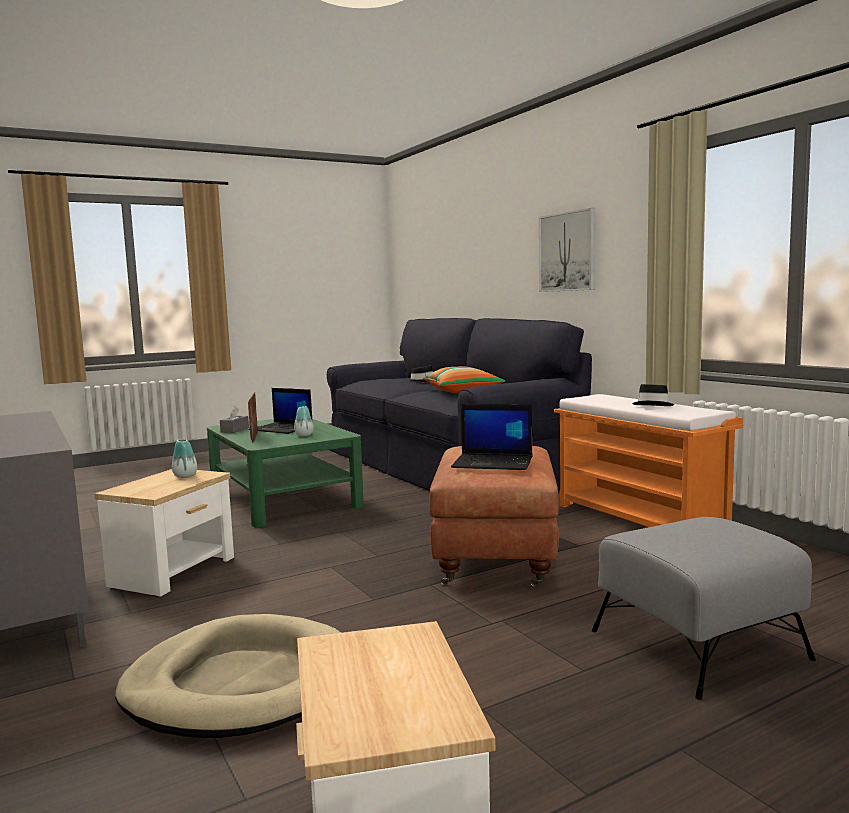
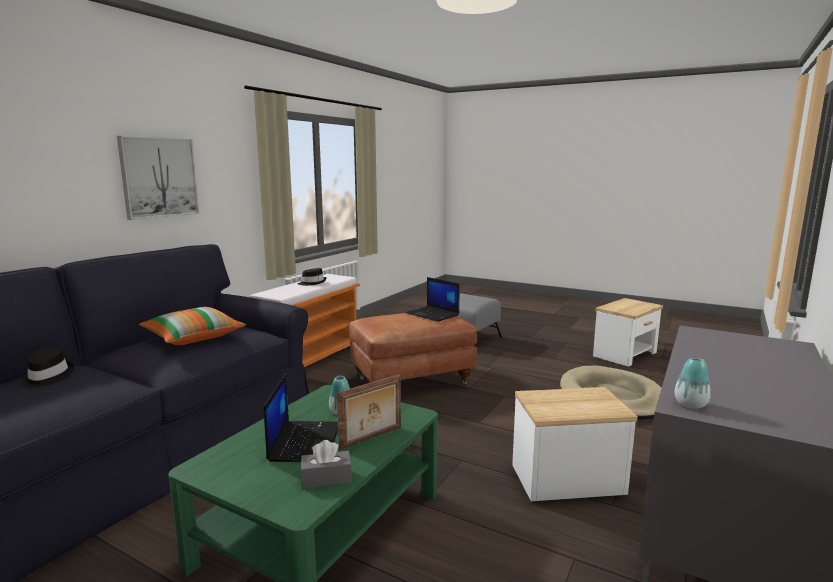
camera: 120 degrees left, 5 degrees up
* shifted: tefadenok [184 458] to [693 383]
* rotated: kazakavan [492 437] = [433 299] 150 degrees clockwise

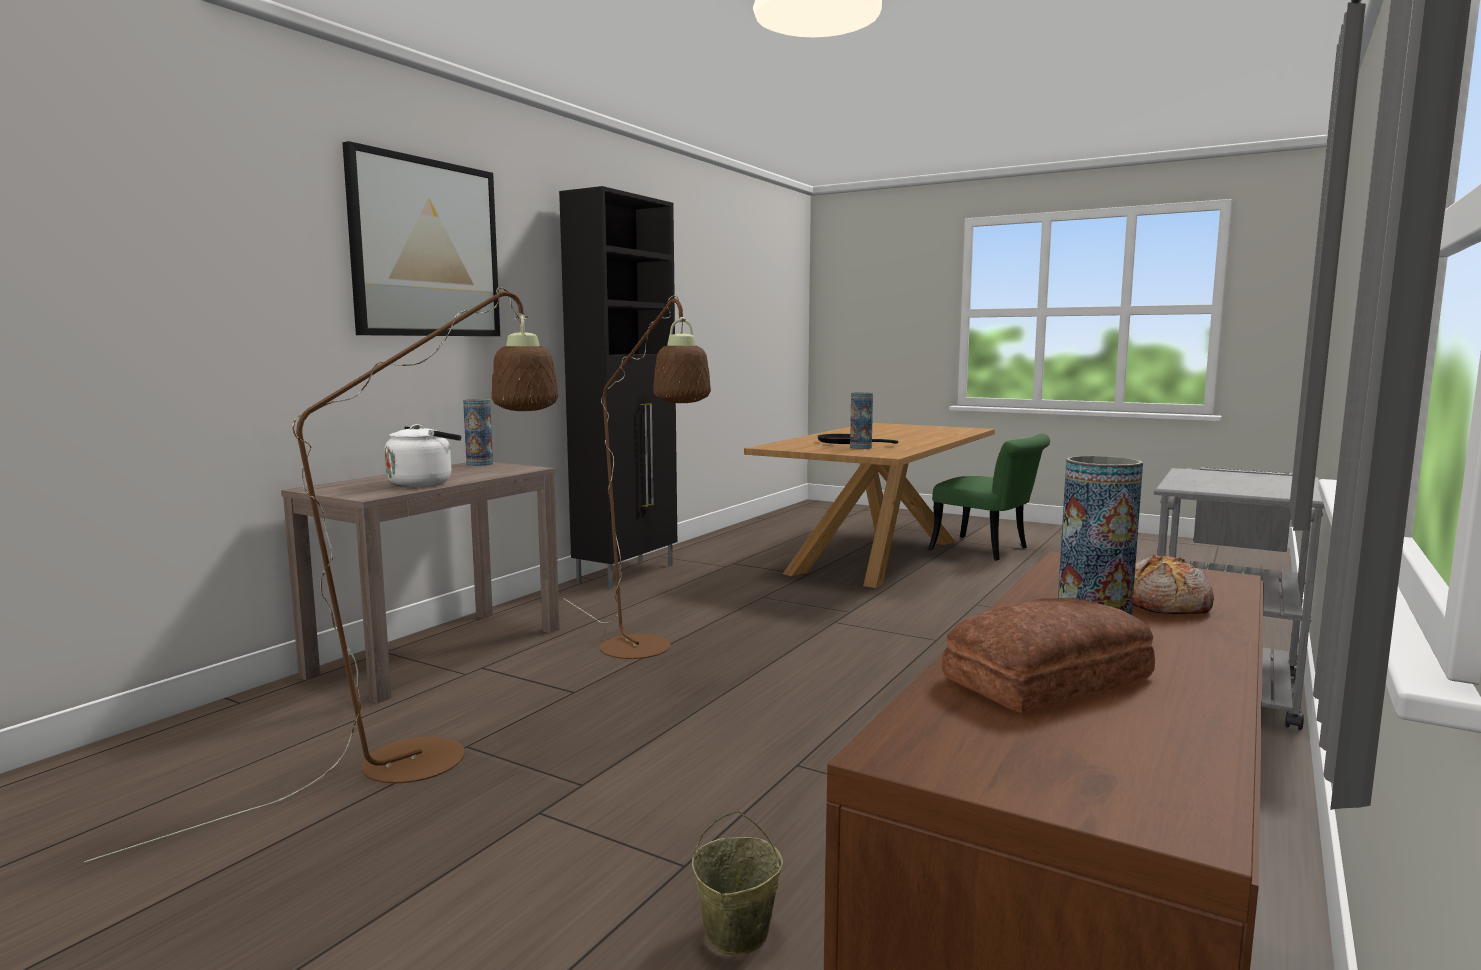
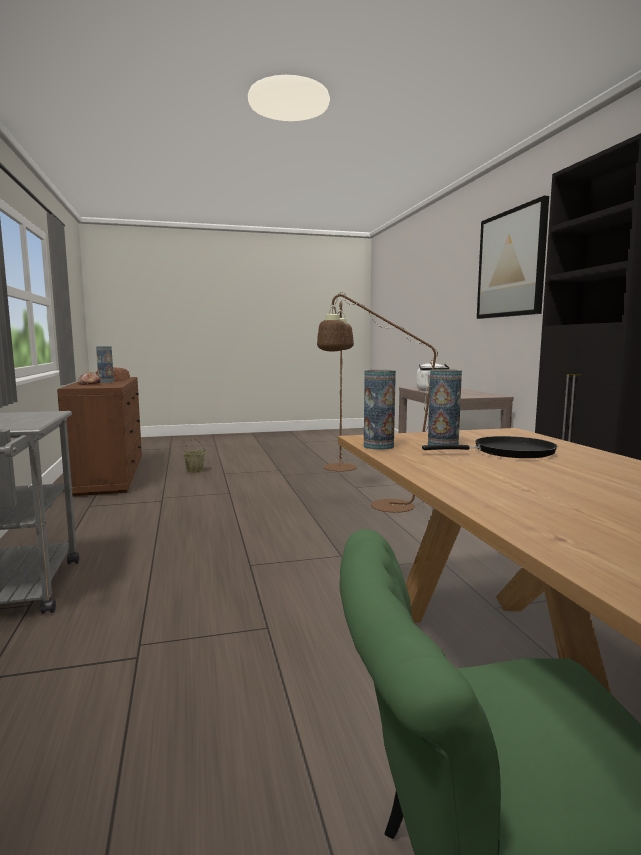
camera: 135 degrees right, 0 degrees up
* shifted: tefadenok [478 432] to [380 410]

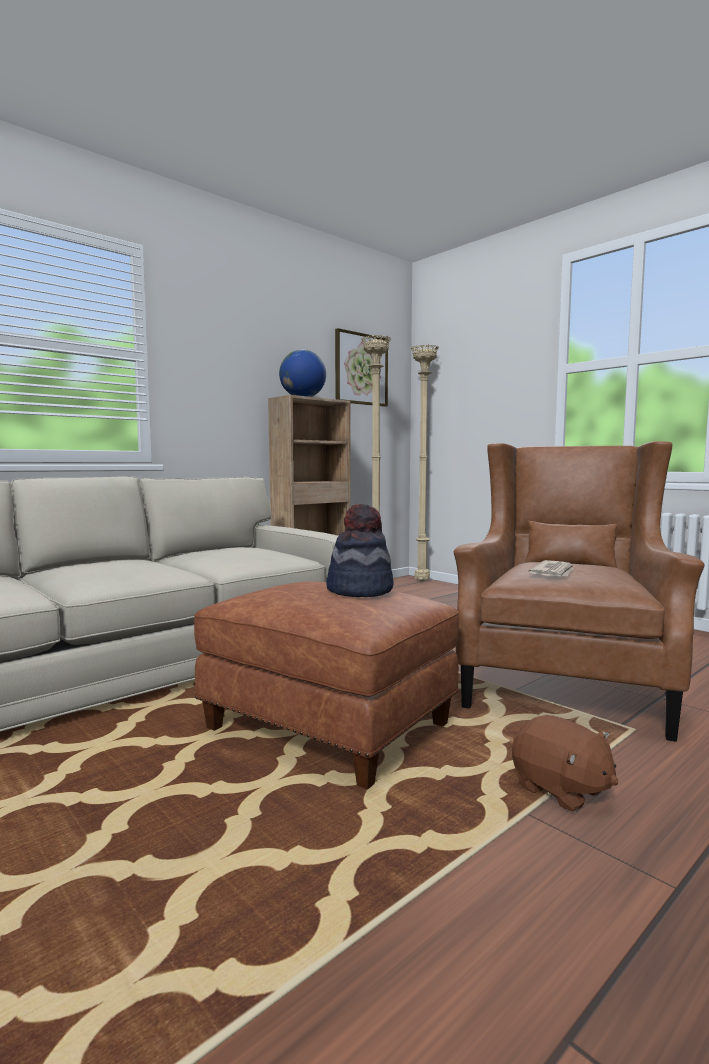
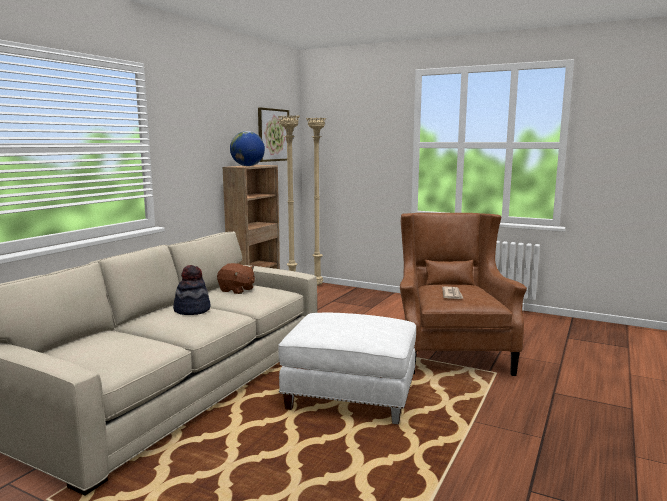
camera: 20 degrees left, 5 degrees up
* shifted: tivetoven [360 550] to [192 290]
* shifted: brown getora [565 763] to [236 278]
* repainted: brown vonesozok [326 685] to white vonesozok [347 368]

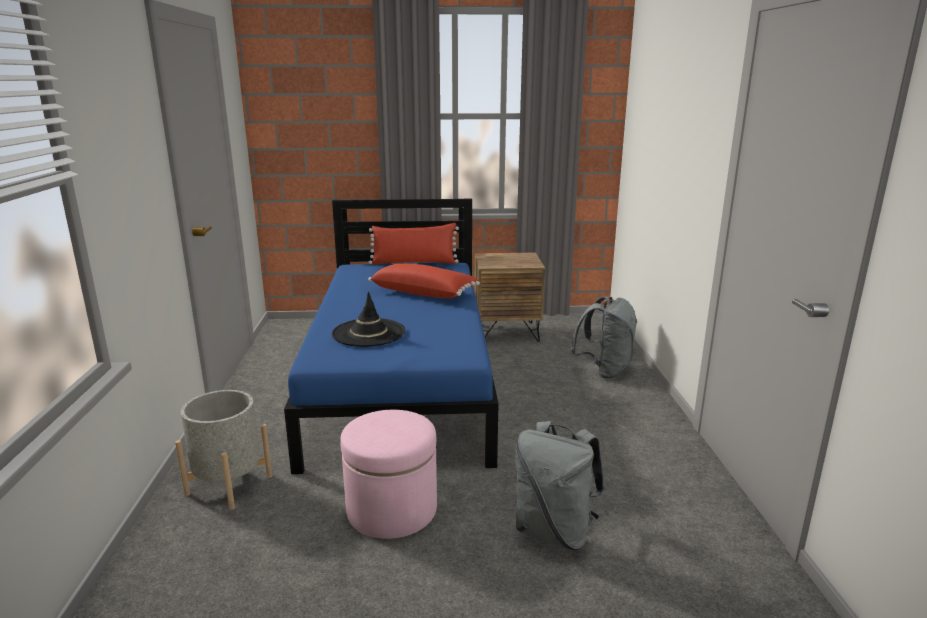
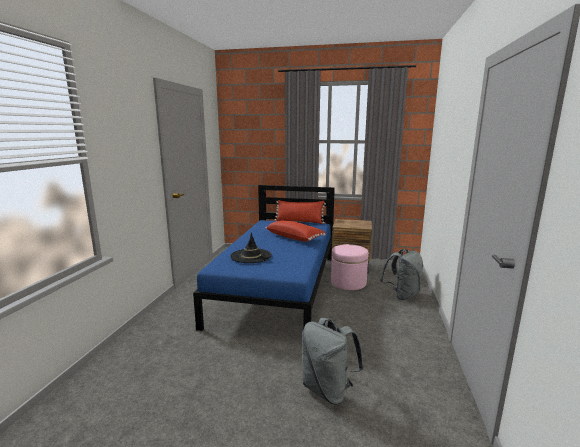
camera: 15 degrees right, 5 degrees down
* gone: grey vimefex [223 450]
* shifted: pink vonesozok [388 474] to [350 267]

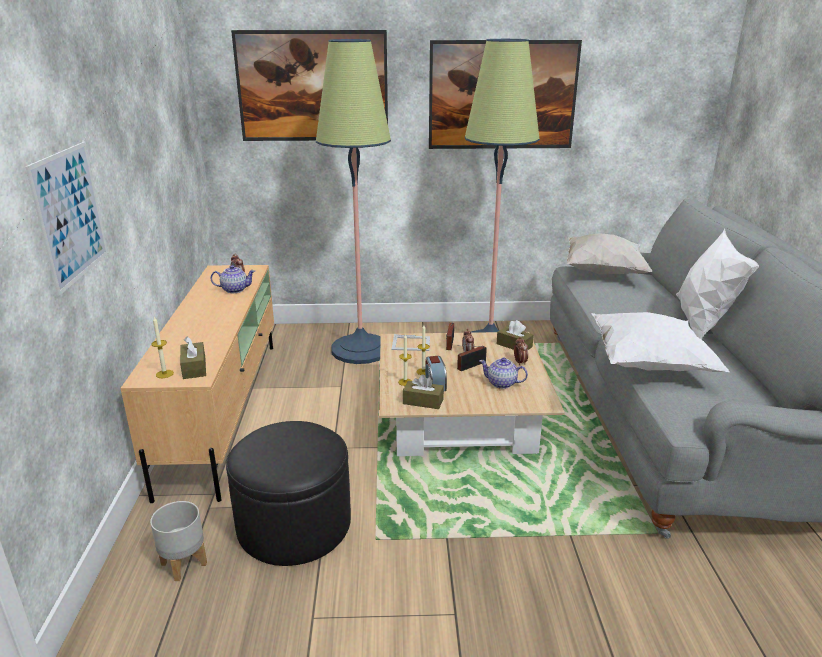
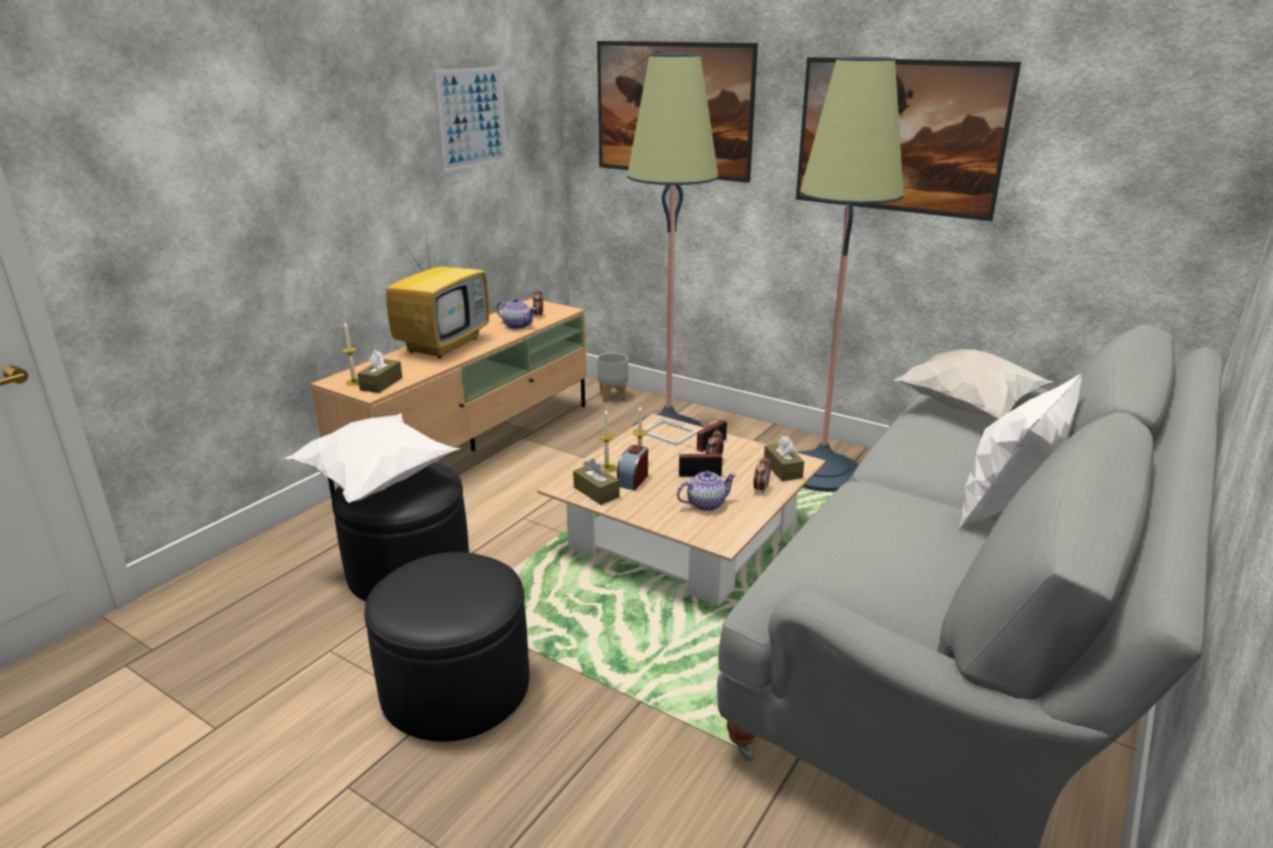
camera: 35 degrees right, 0 degrees up
* new: black vonesozok [446 647]
* new: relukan [437 292]
* shifted: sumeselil [66 219] to [470 119]
* shifted: grey vimefex [178 541] to [612 377]
* shifted: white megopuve [660 342] to [372 458]
* rotated: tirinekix [503 373] = [707 491] 105 degrees clockwise

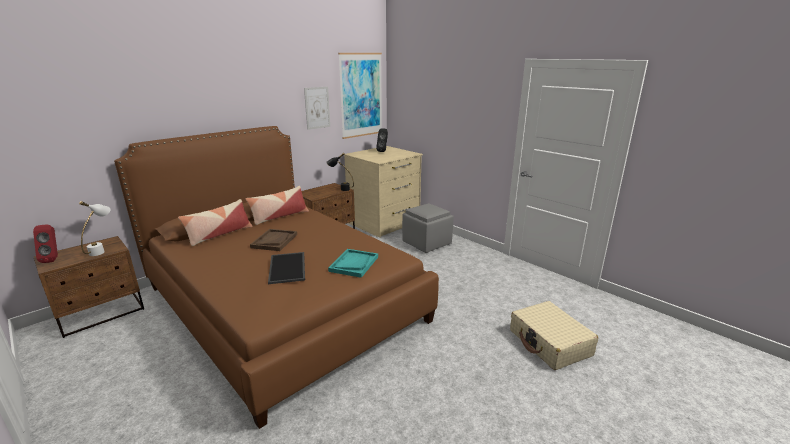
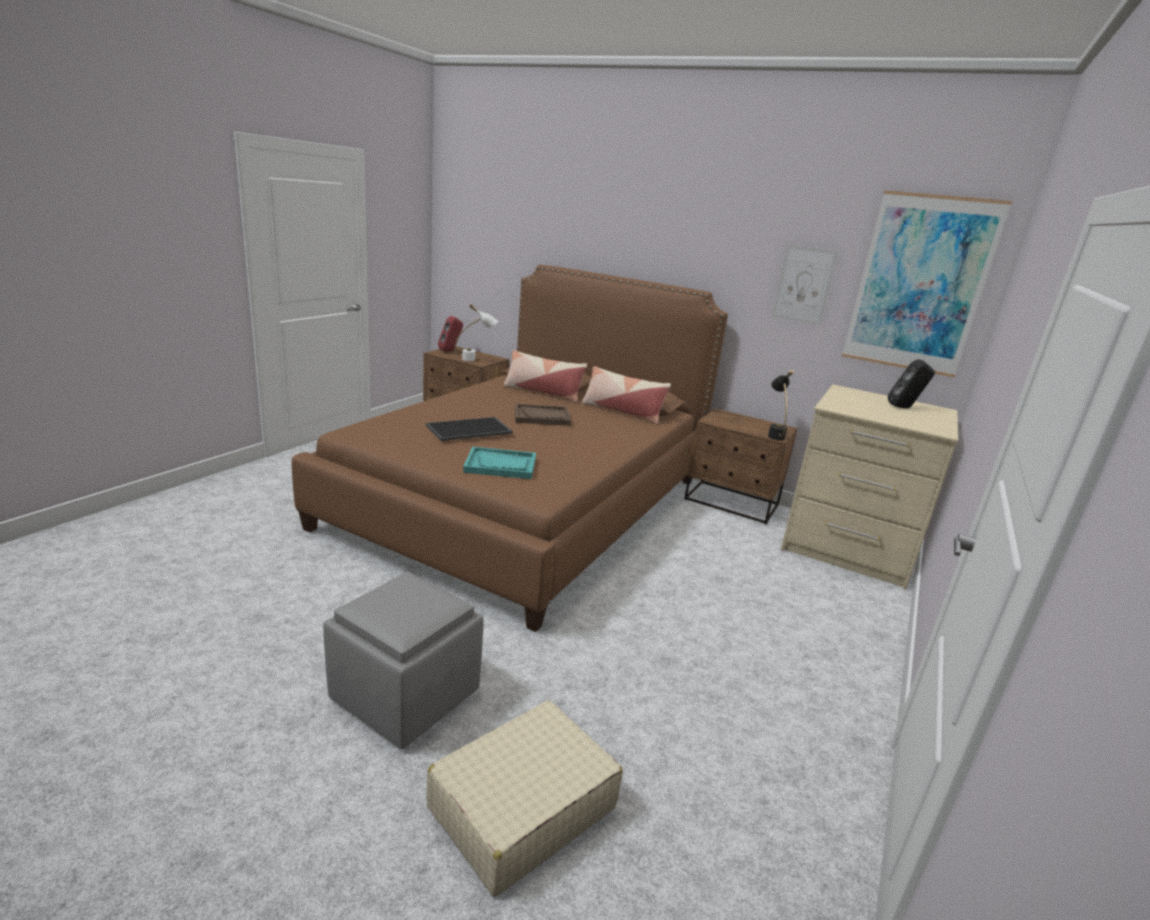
camera: 70 degrees right, 0 degrees up
* shifted: grey vonesozok [428 228] to [403 660]

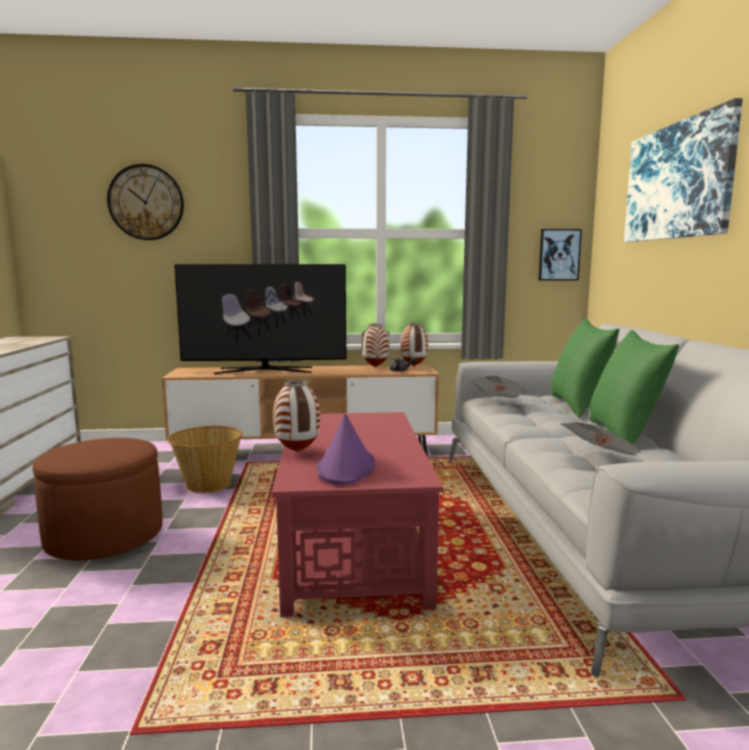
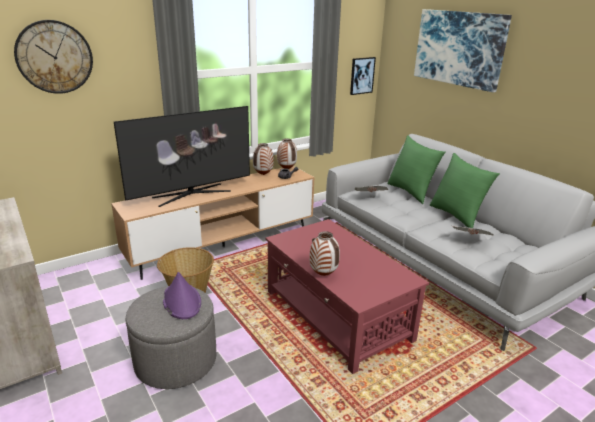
camera: 30 degrees left, 15 degrees up
* shifted: purple tivetoven [345 449] to [182 295]
* repainted: brown vonesozok [98 499] to grey vonesozok [171 337]

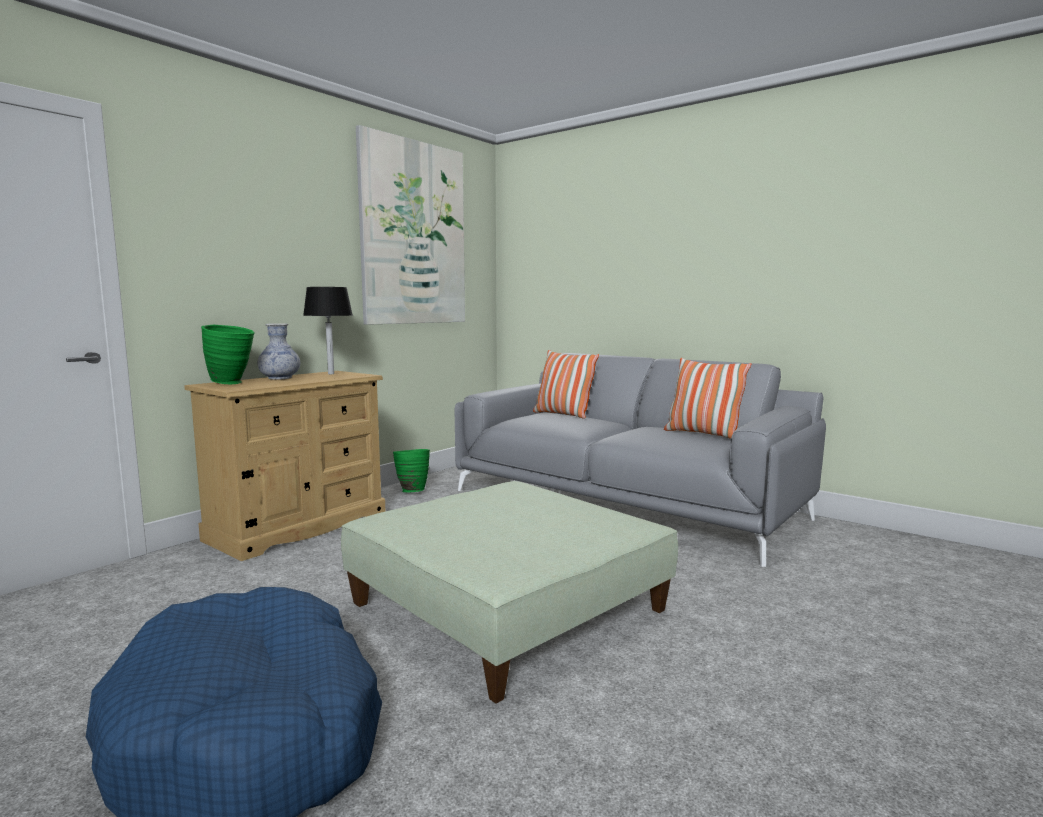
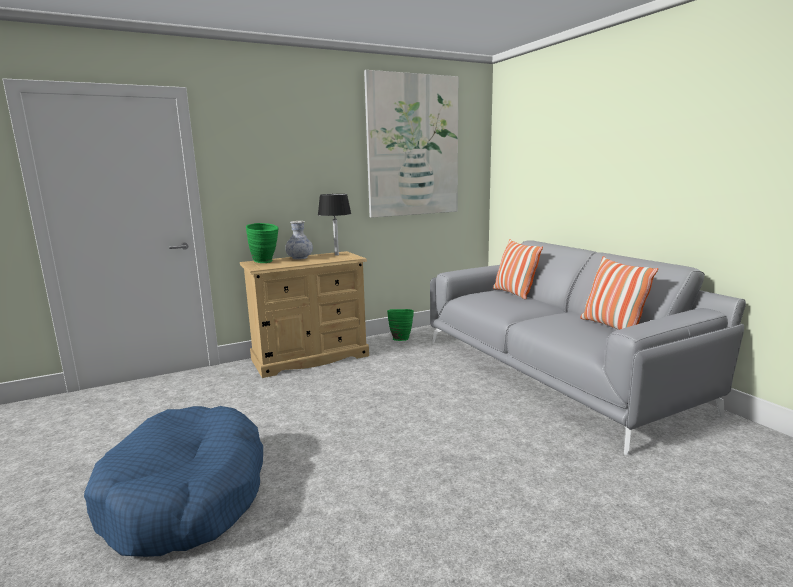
camera: 25 degrees right, 5 degrees up
* gone: green vonesozok [509 592]

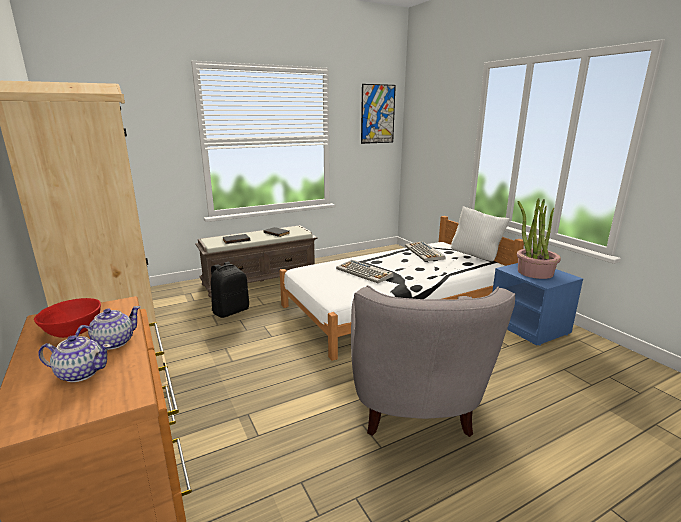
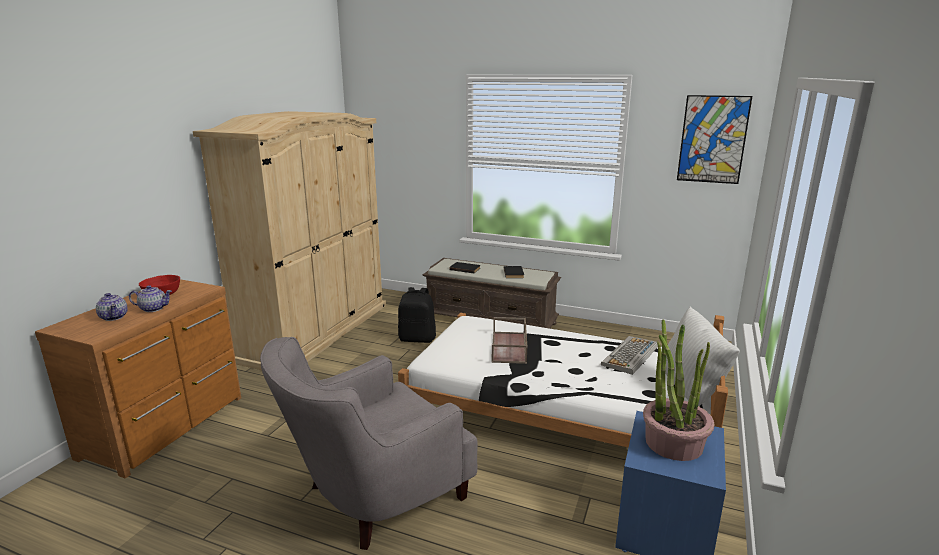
camera: 50 degrees right, 0 degrees up
* swapped: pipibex [365 271] to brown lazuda [509 340]

